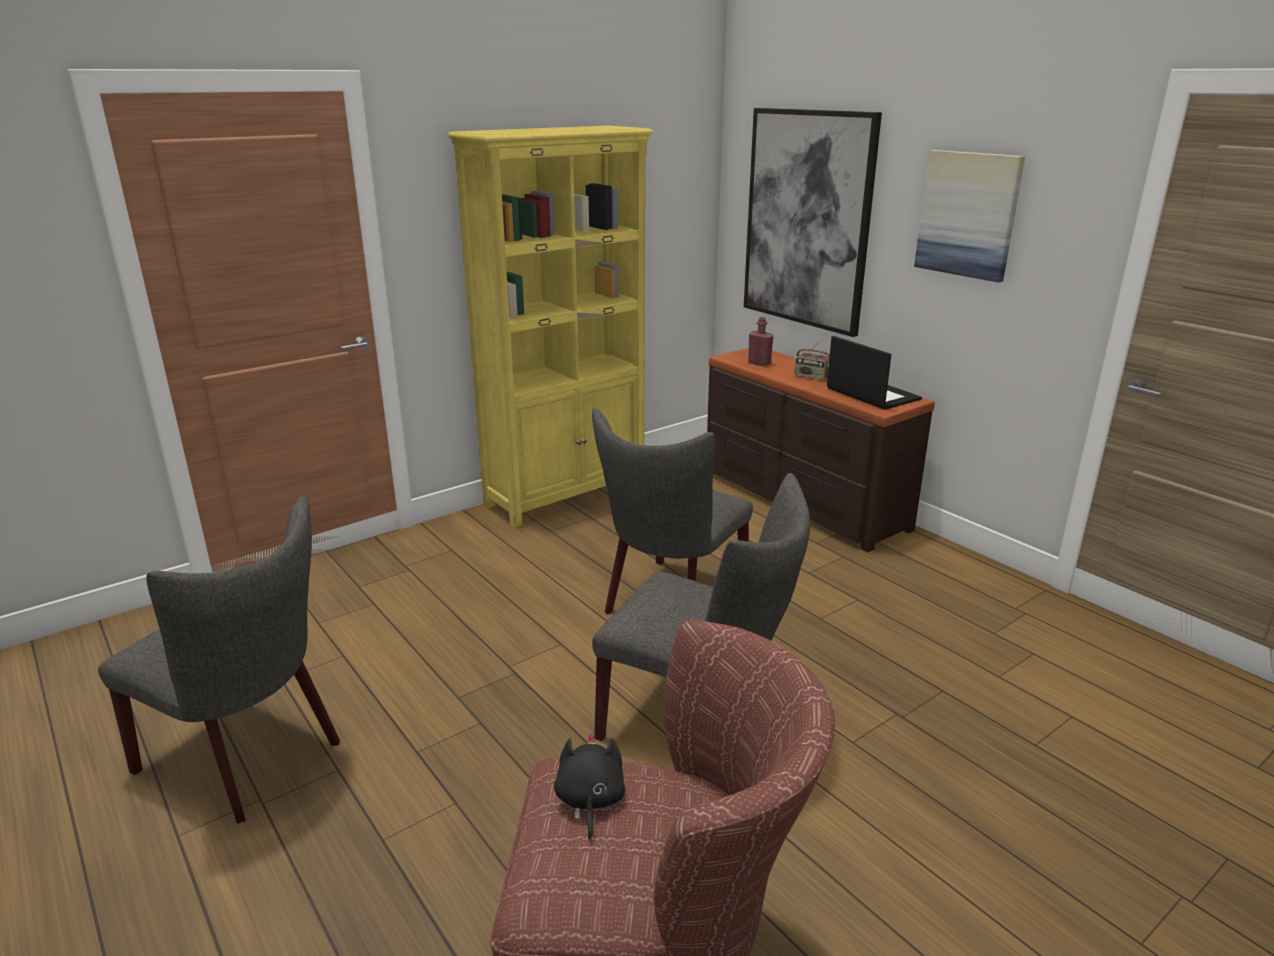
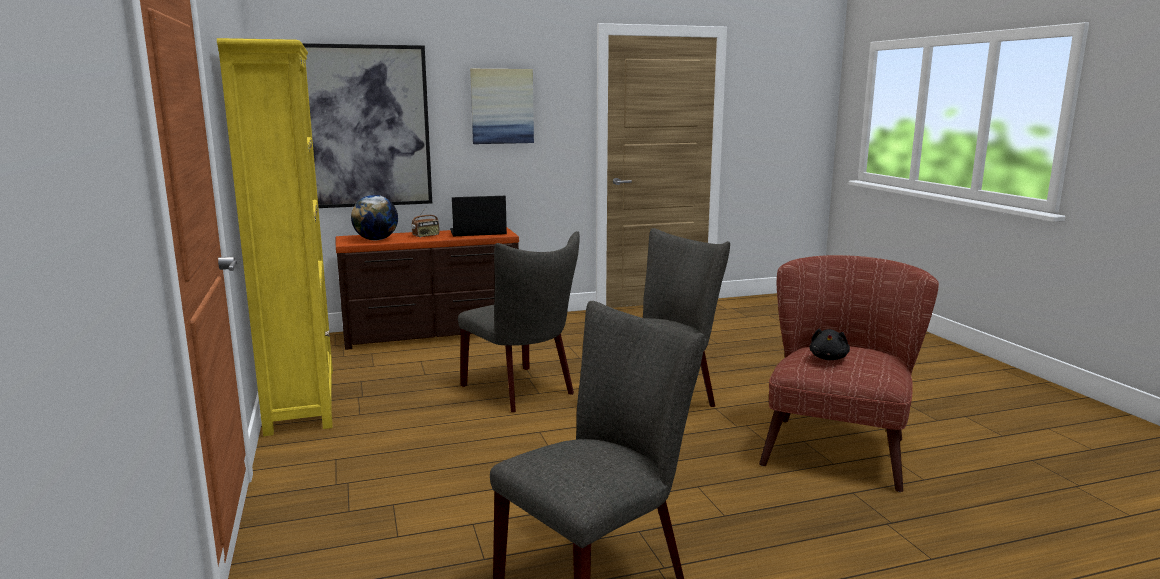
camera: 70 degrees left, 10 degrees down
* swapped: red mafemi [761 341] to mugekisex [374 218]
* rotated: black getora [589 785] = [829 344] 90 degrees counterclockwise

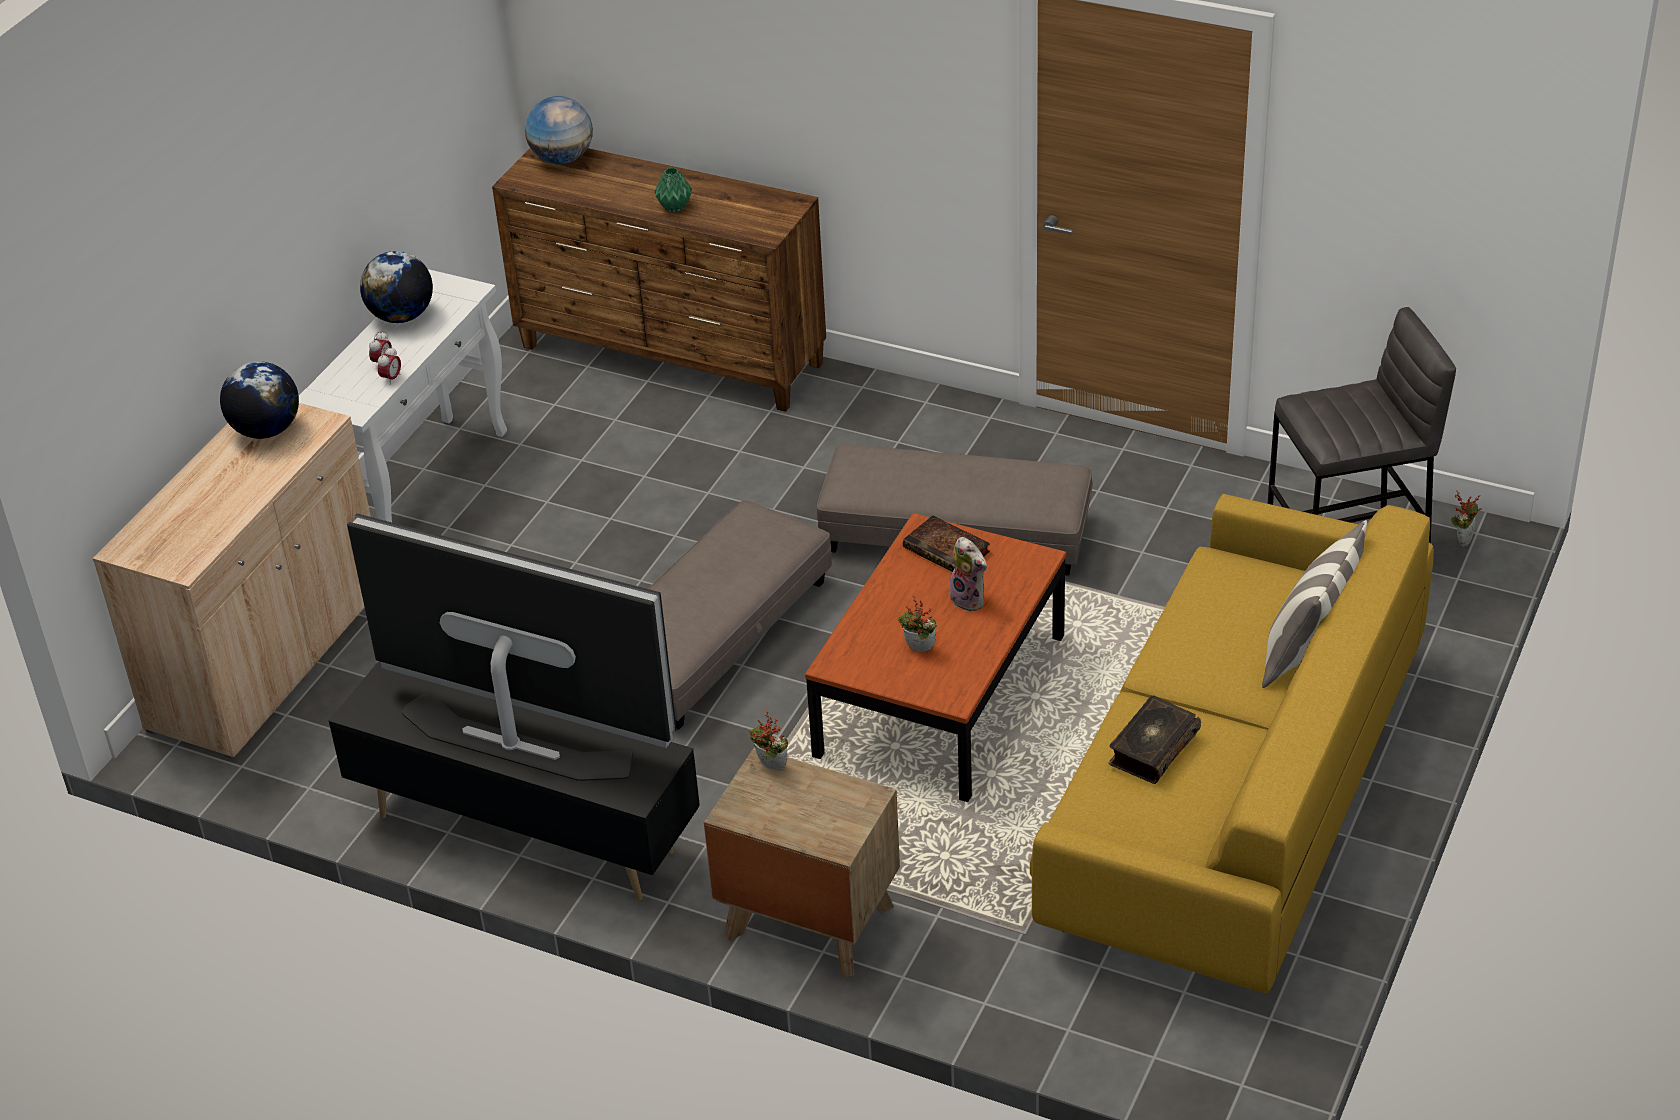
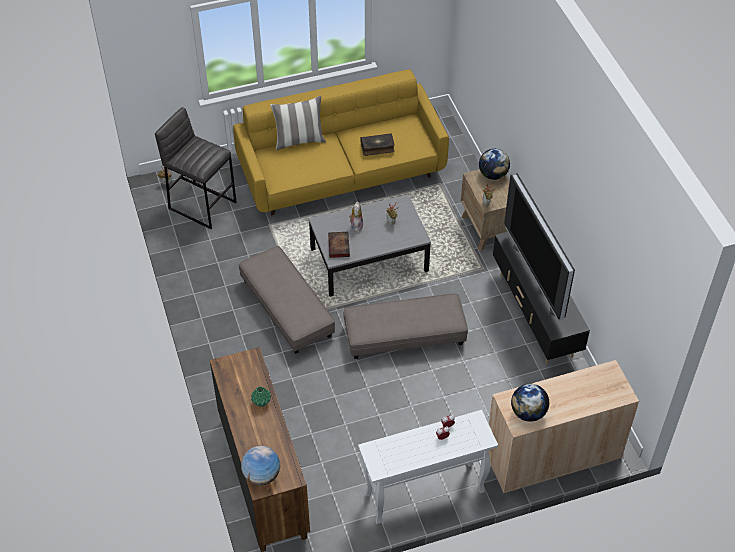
camera: 135 degrees left, 10 degrees up
* shifted: mugekisex [396 287] to [494 164]
* repainted: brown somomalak [935 657] to grey somomalak [370 245]

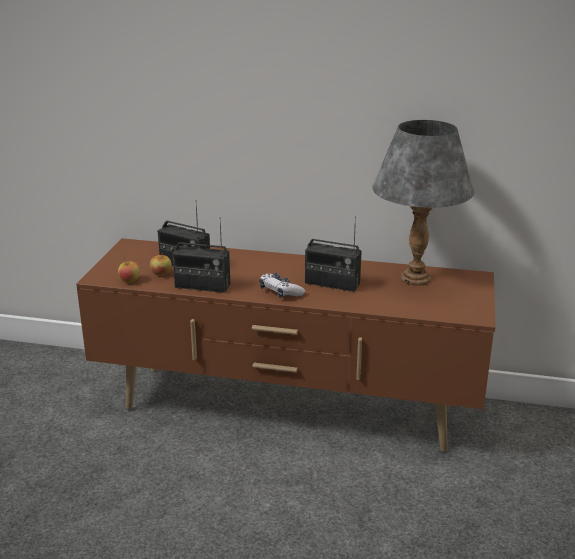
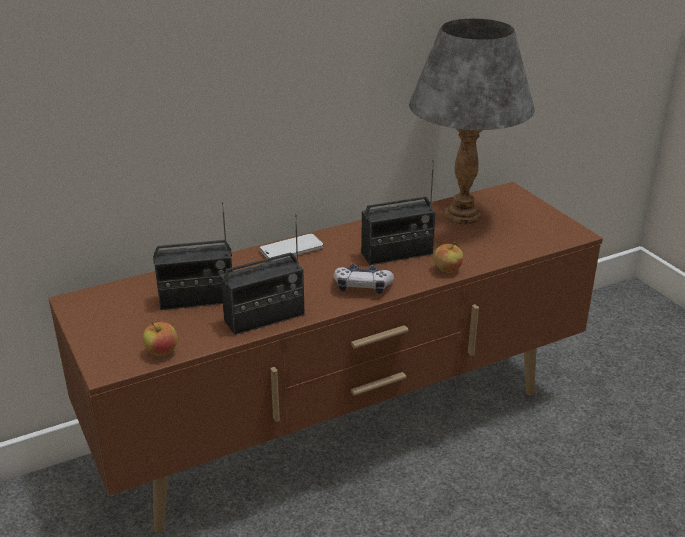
camera: 40 degrees left, 5 degrees up
* new: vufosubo [292 247]
* shifted: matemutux [161 265] to [448 257]

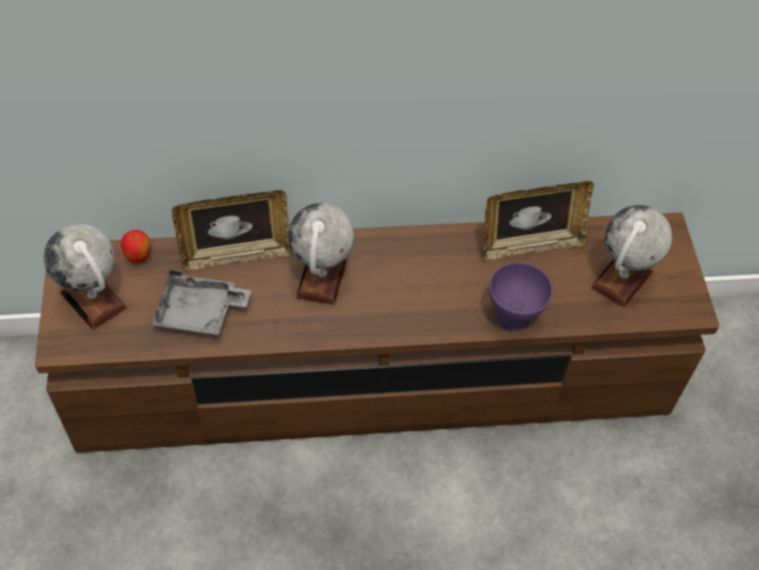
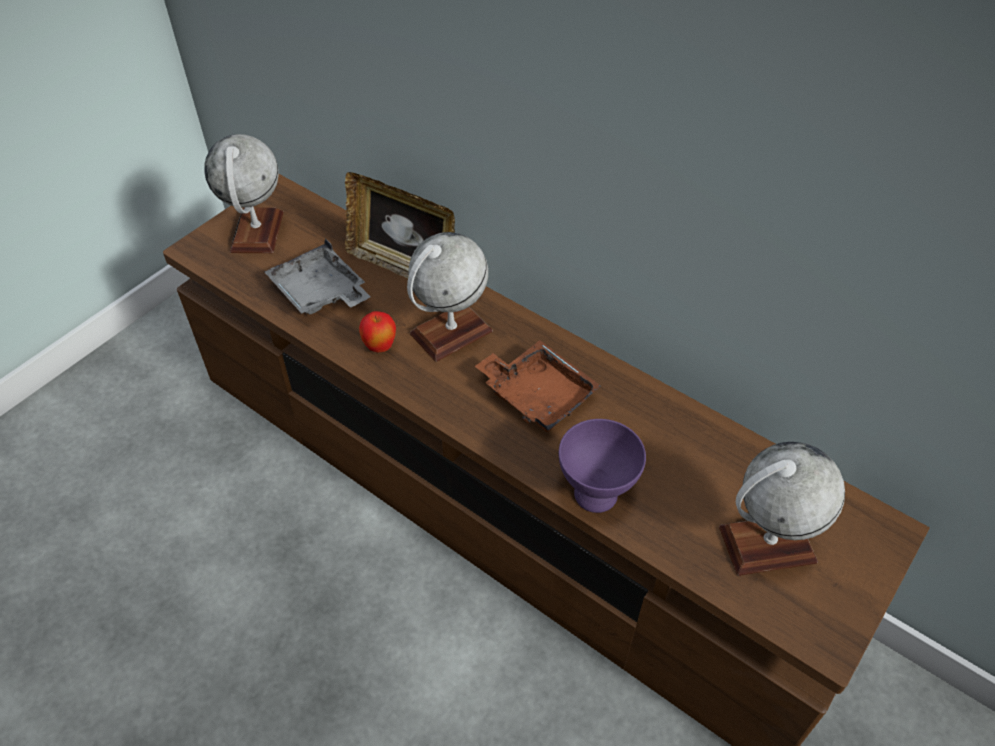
camera: 45 degrees right, 5 degrees down
* gone: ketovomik [538 220]
* new: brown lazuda [538 386]
* shifted: matemutux [136 246] to [377 331]

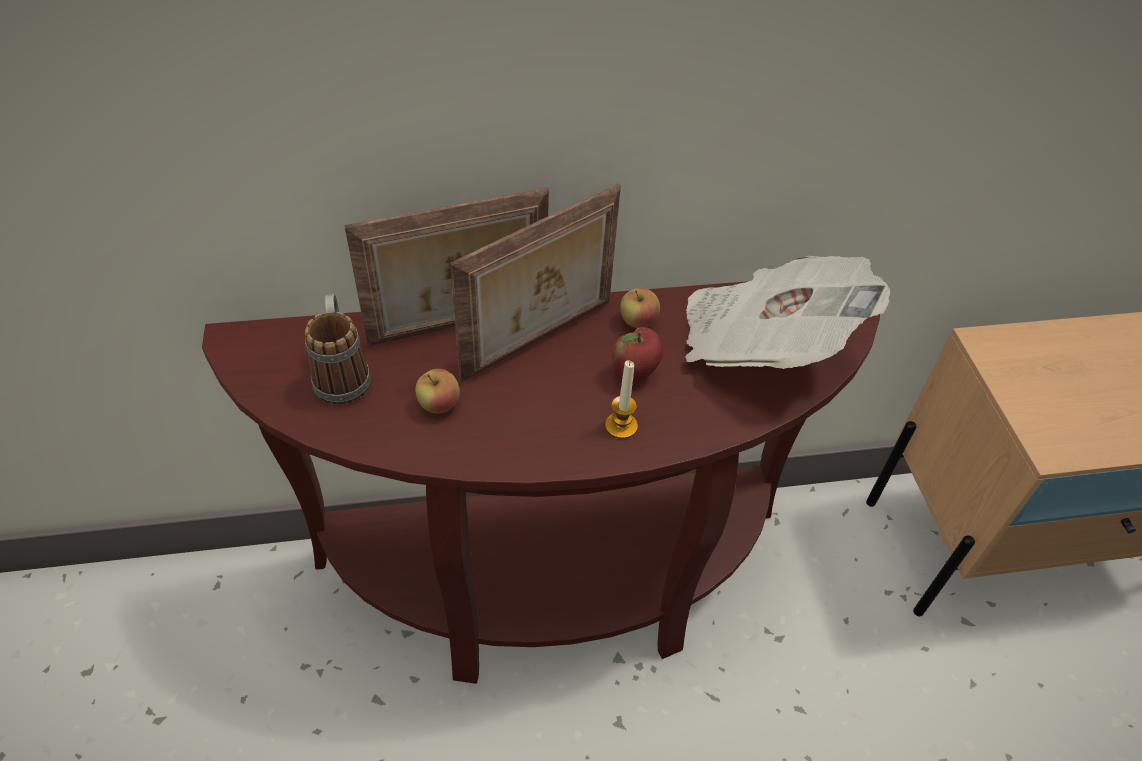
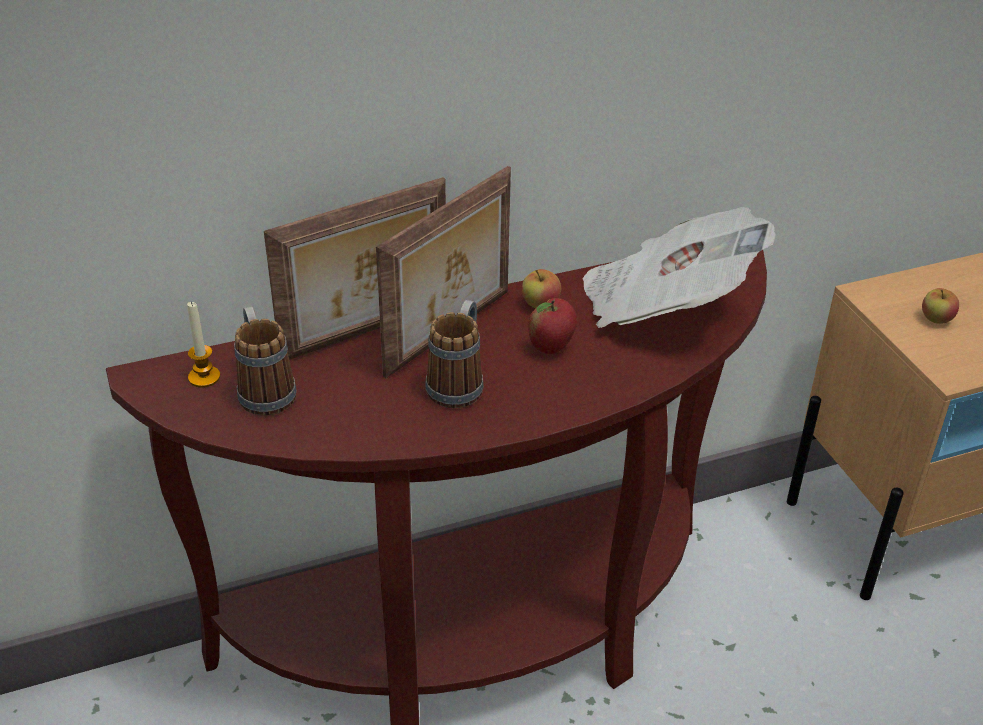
camera: 10 degrees left, 10 degrees down
* new: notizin [454 354]
* shifted: matemutux [437 391] to [940 306]
* shifted: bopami [621 399] to [203 344]

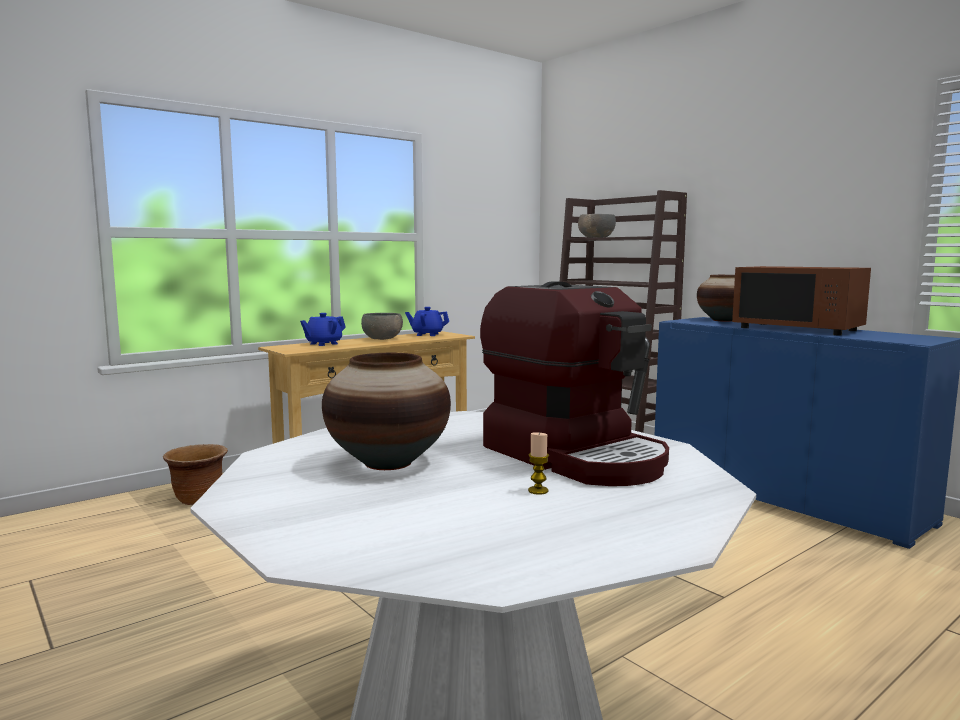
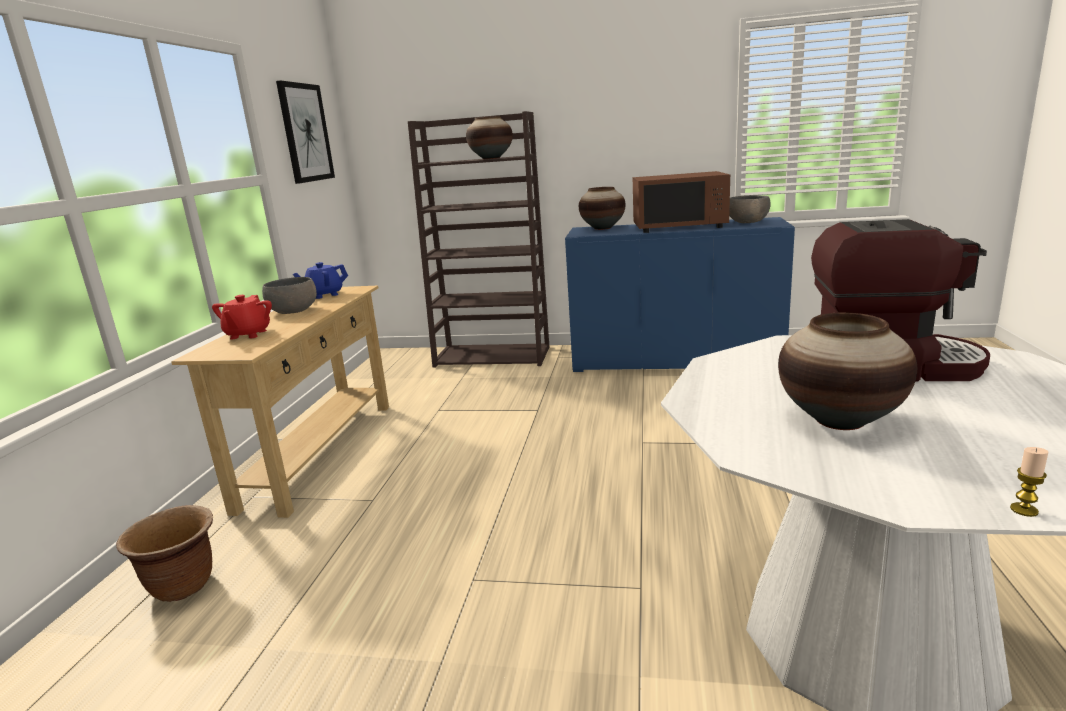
camera: 40 degrees left, 10 degrees up
* new: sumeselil [305 132]
* new: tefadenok [489 137]
* shifted: bopami [538 463] to [1029 482]
* shifted: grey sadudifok [597 226] to [750 209]
* repainted: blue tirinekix [323 329] to red tirinekix [242 317]

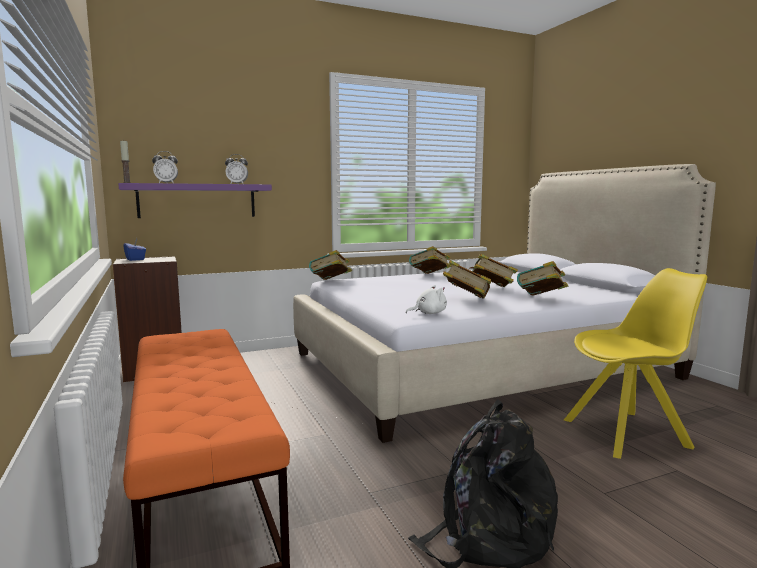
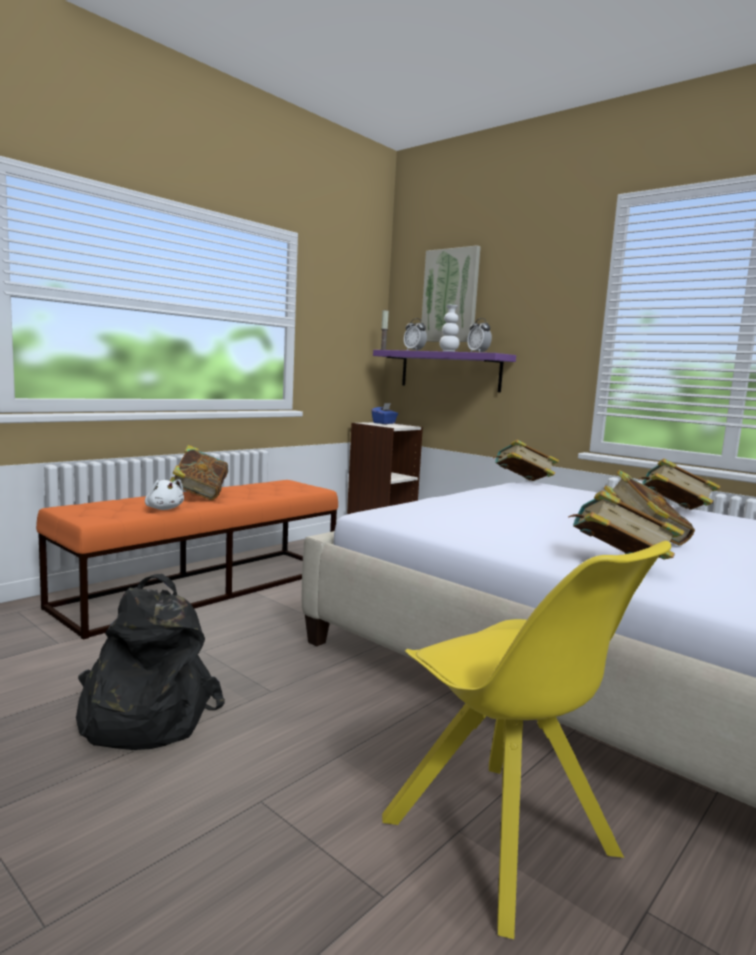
camera: 65 degrees right, 0 degrees up
* new: sumeselil [451 293]
* new: white tefadenok [449 328]
* shifted: white getora [426 299] to [164 494]
* shifted: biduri [467 279] to [199 472]

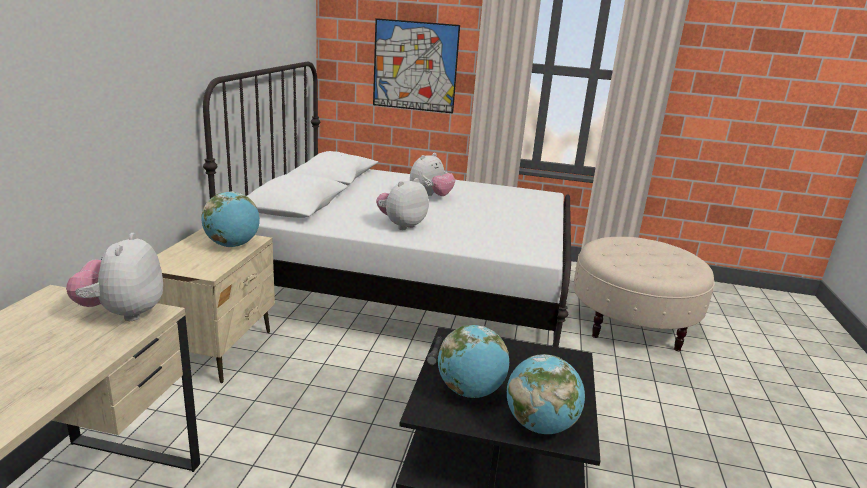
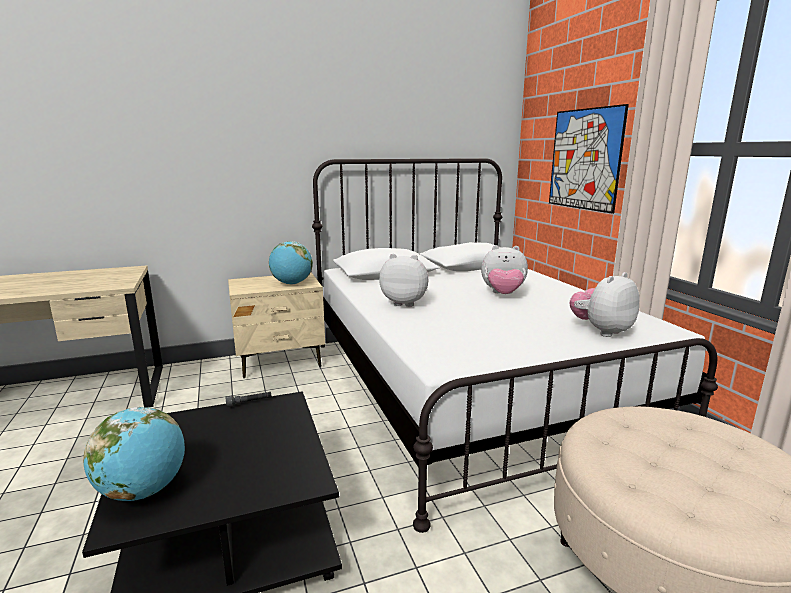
camera: 60 degrees right, 5 degrees down
* gone: mugekisex [473 361]
* shifted: getora [114 277] to [605 304]

